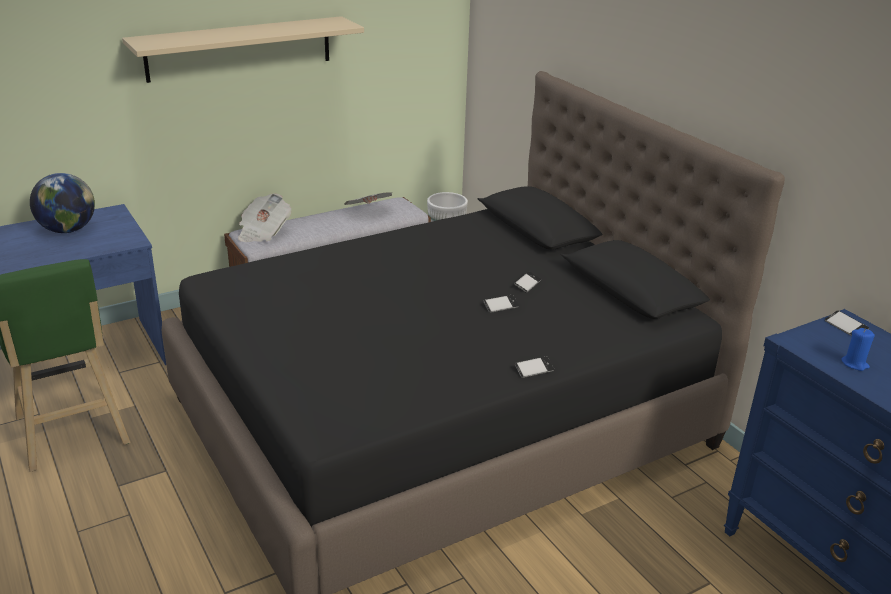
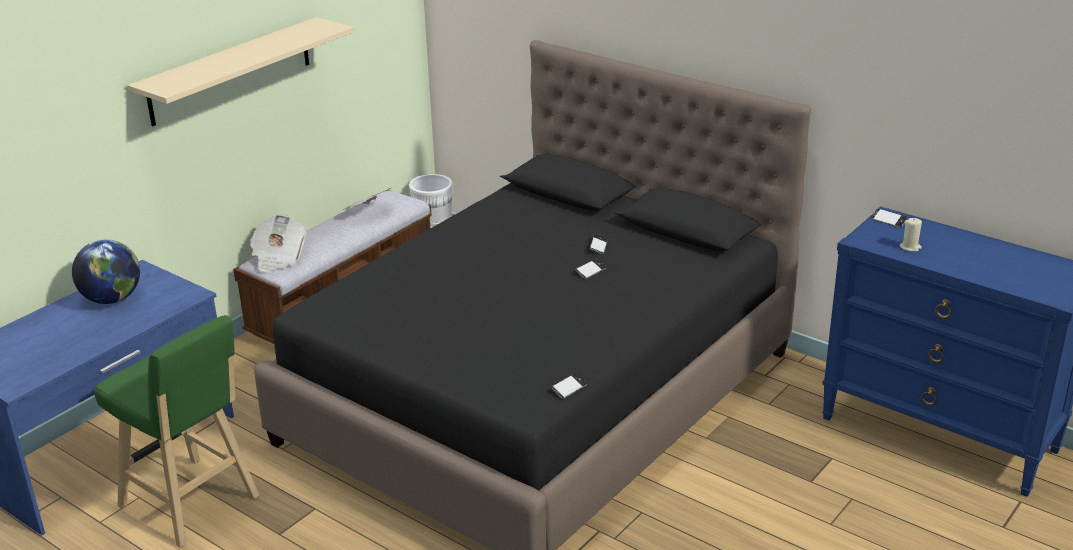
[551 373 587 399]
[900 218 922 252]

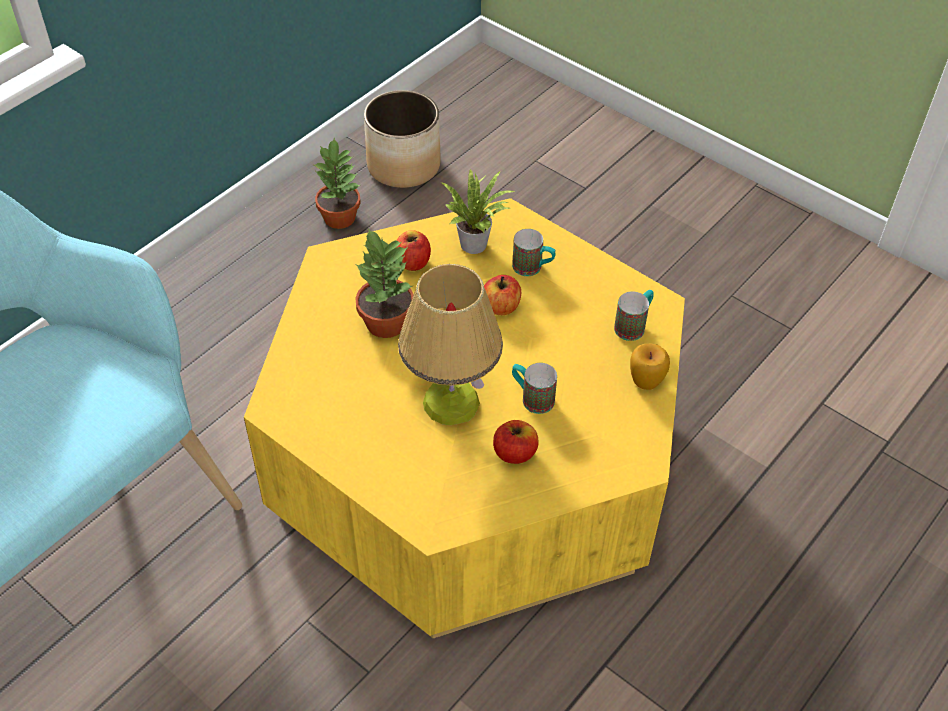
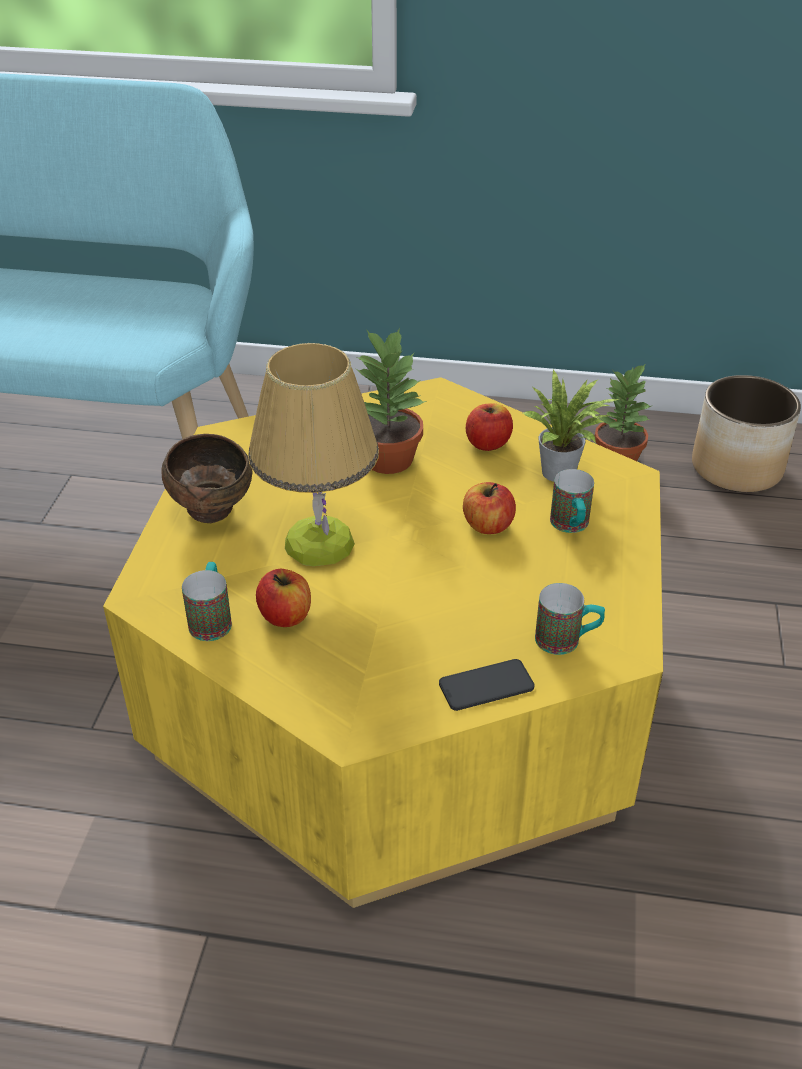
[162 434 252 523]
[182 562 232 641]
[439 659 535 711]

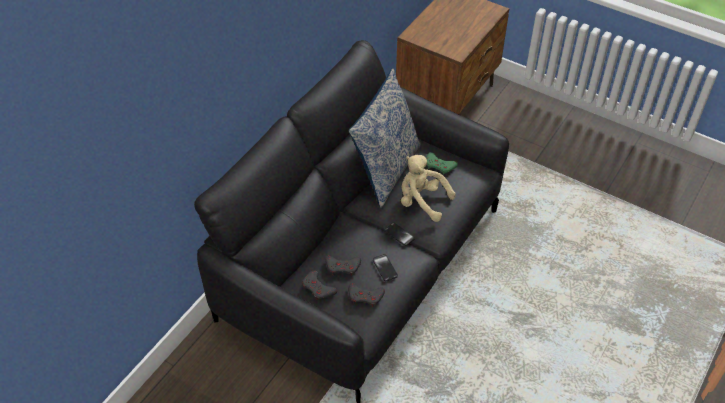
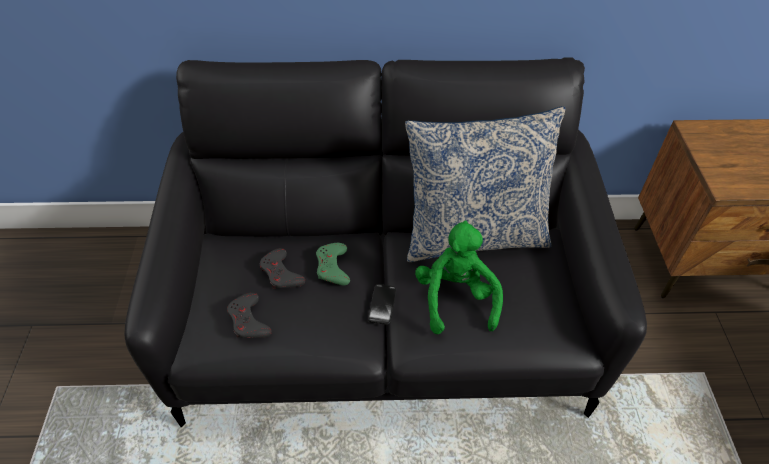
[316 243 350 285]
[415 220 503 334]
[302 270 337 300] (first image)
[373 254 398 281] (first image)

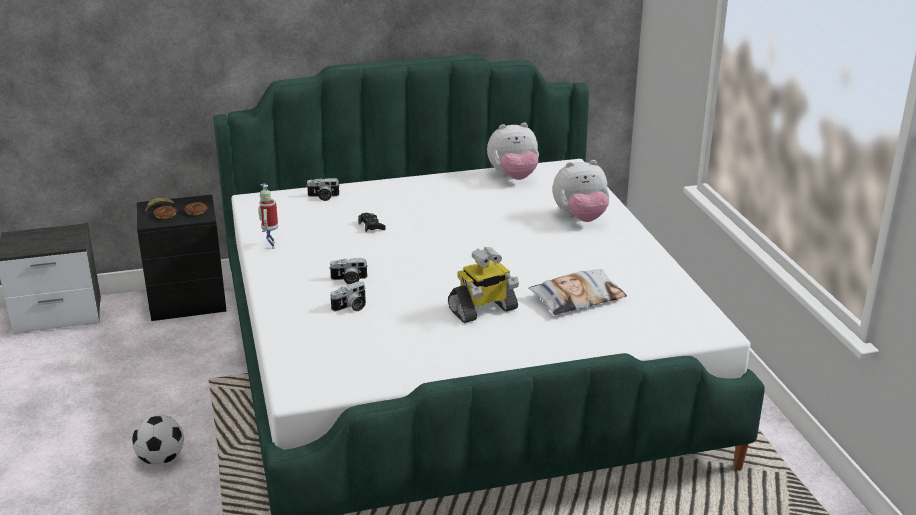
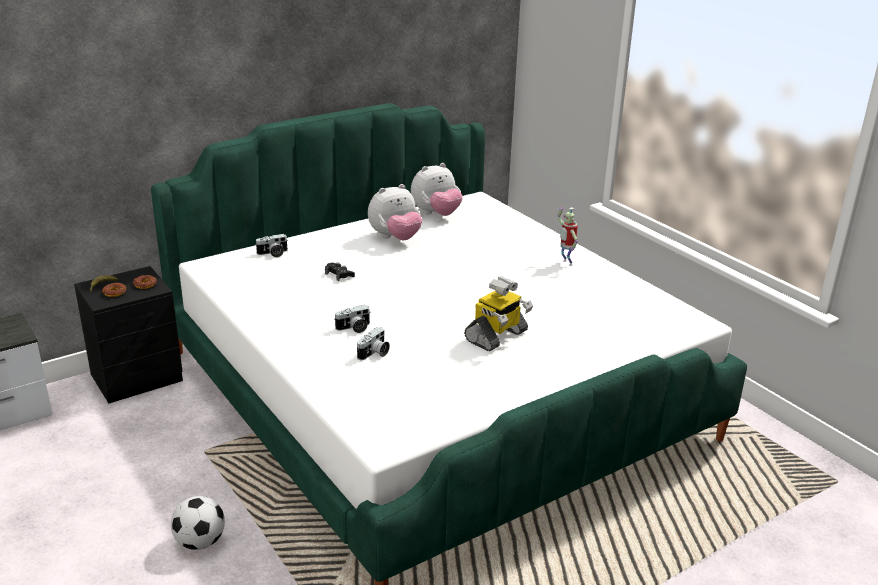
[368 184 422 240]
[557 207 578 266]
[528 269 627 315] (first image)

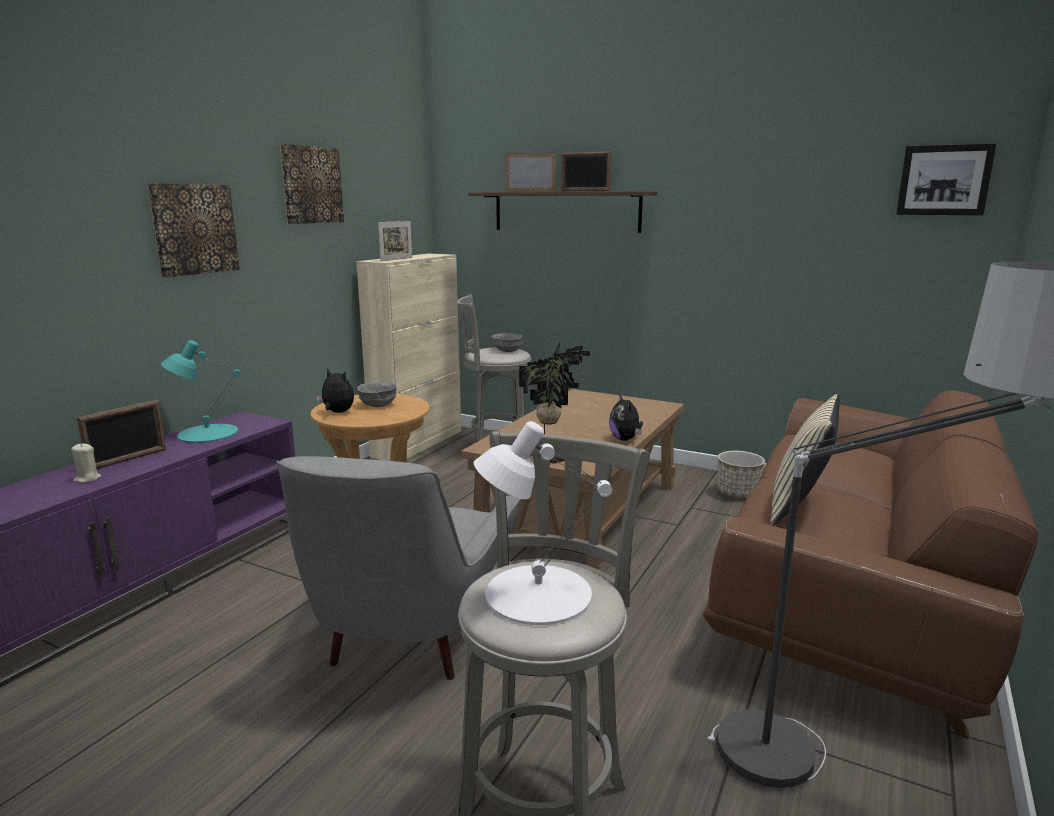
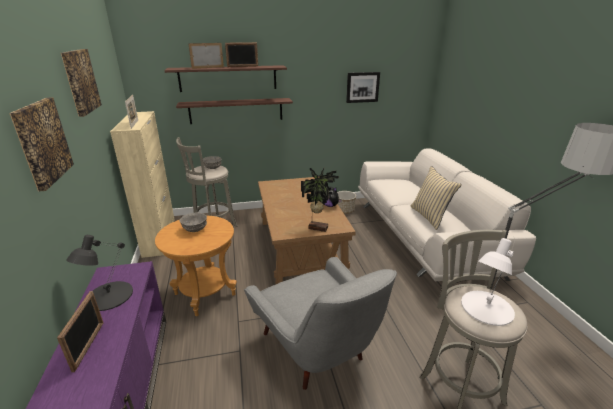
[66 235 133 311]
[176 98 293 124]
[346 72 380 103]
[358 148 536 281]
[72 443 101 483] (first image)
[316 369 354 413] (first image)

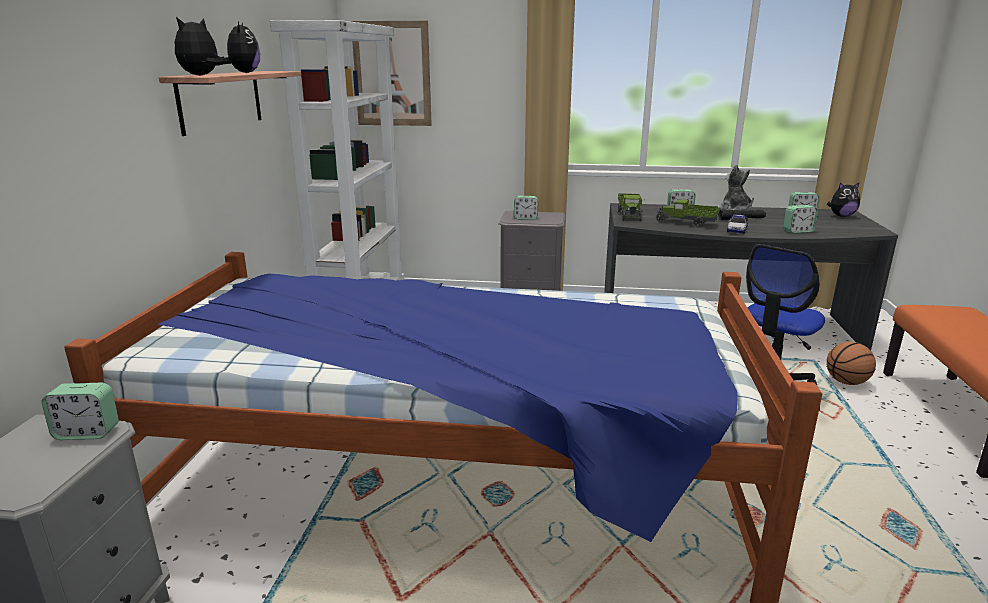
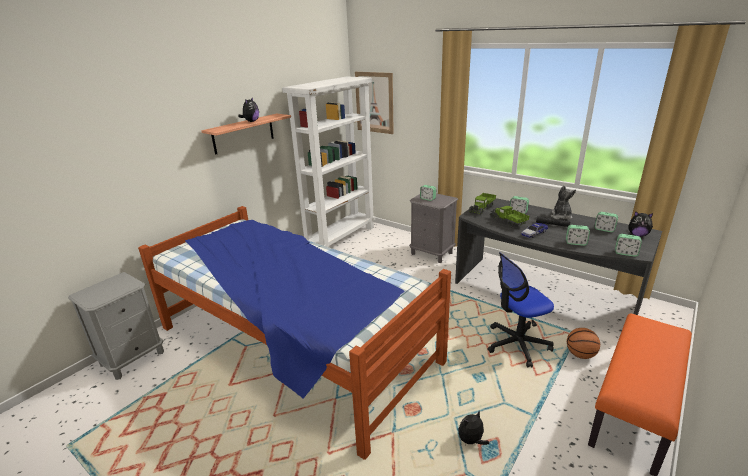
[458 412 489 445]
[615 234 642 257]

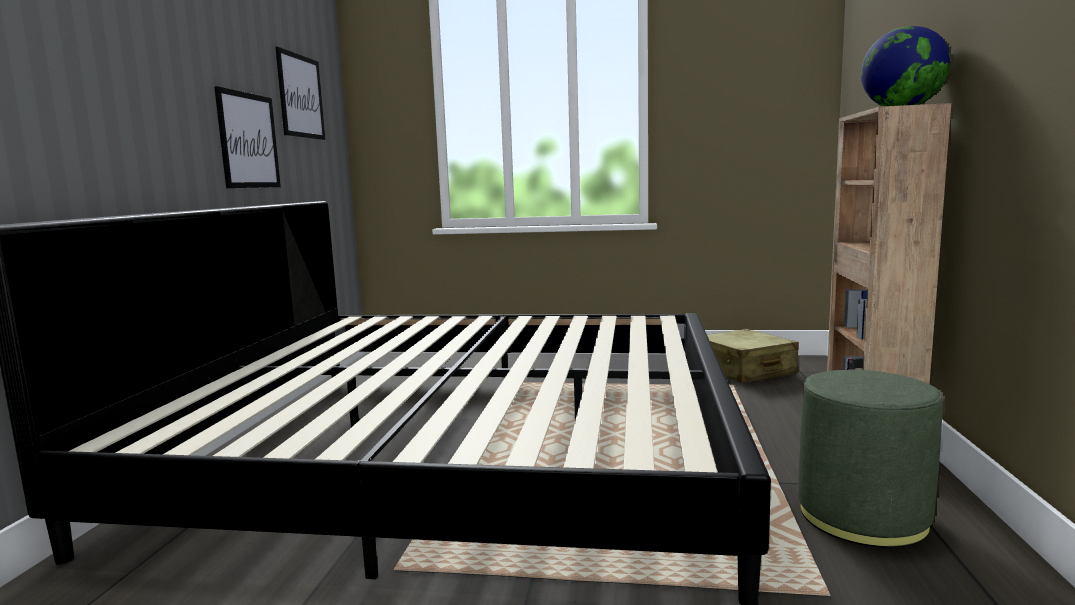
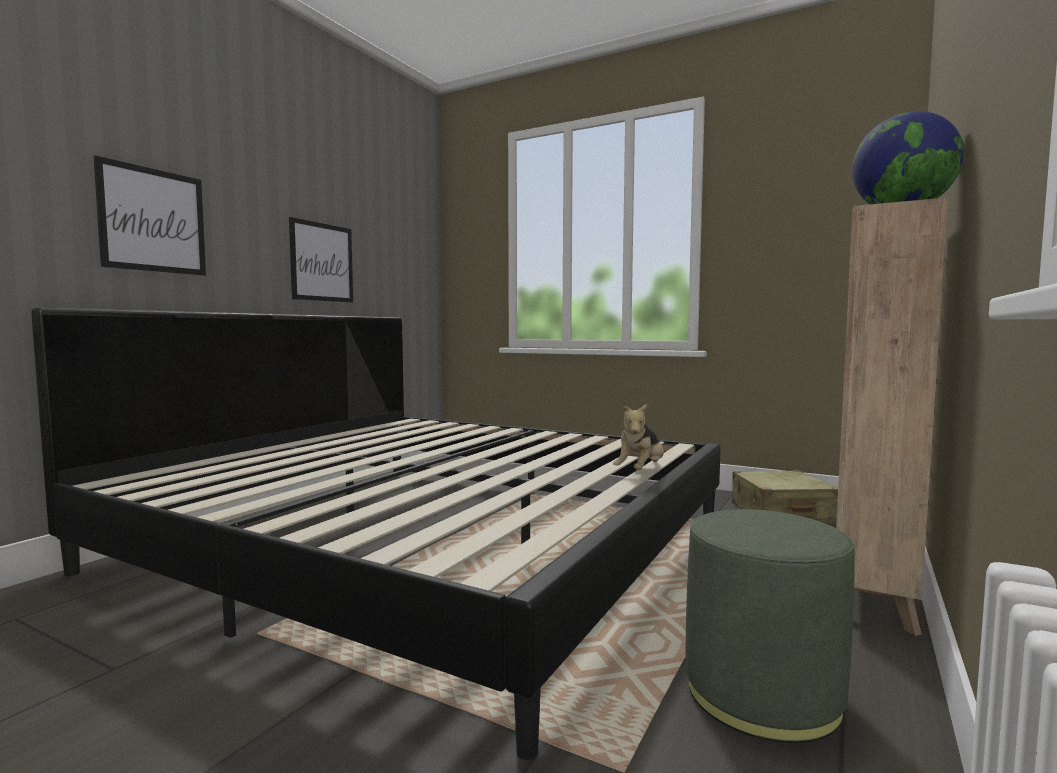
[93 155 206 276]
[613 404 664 470]

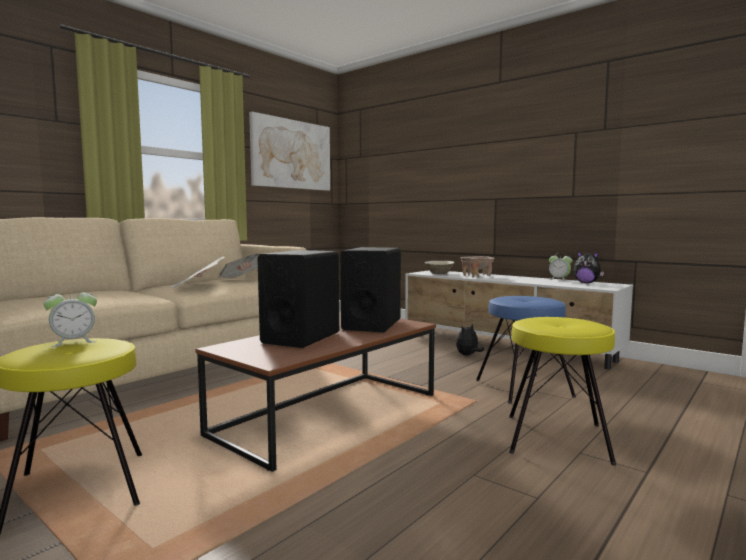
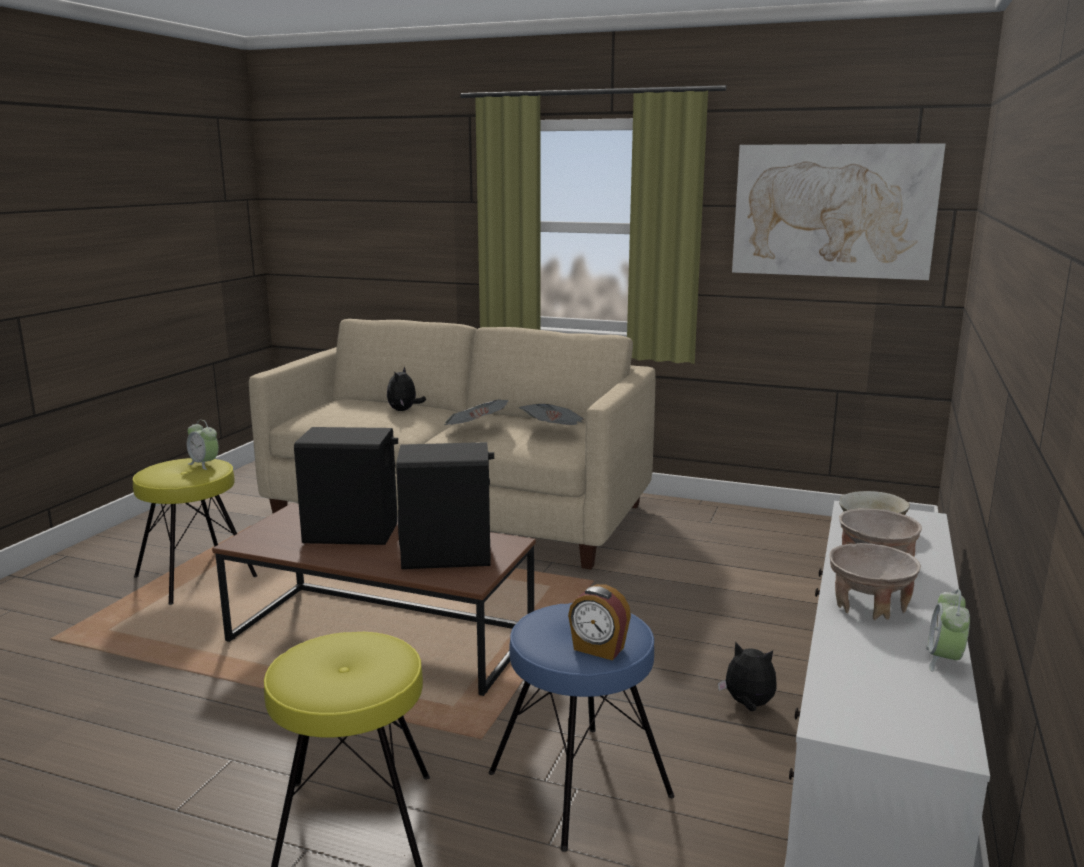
[387 367 426 411]
[568 584 631 661]
[829 543 921 621]

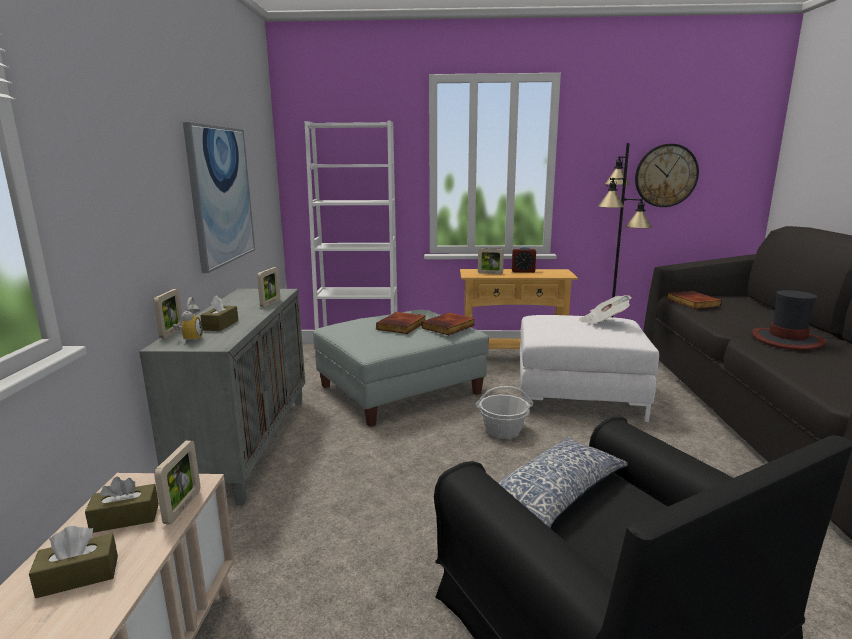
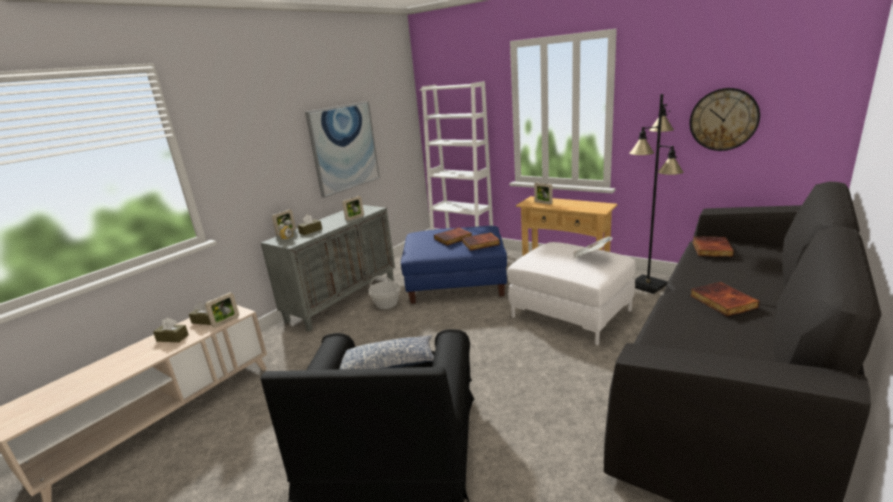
[368 276 401 309]
[401 226 507 304]
[690 282 760 316]
[512 246 536 273] (first image)

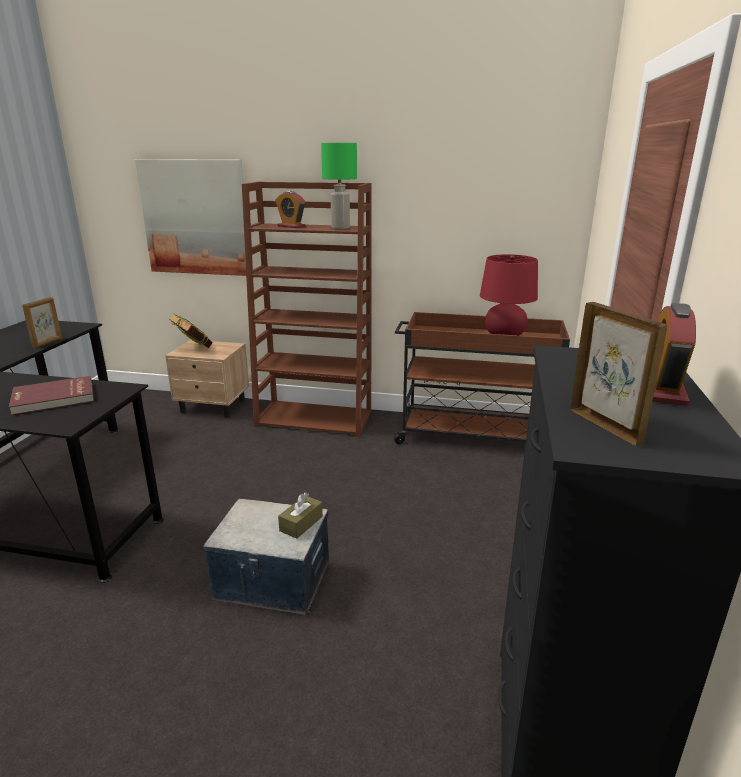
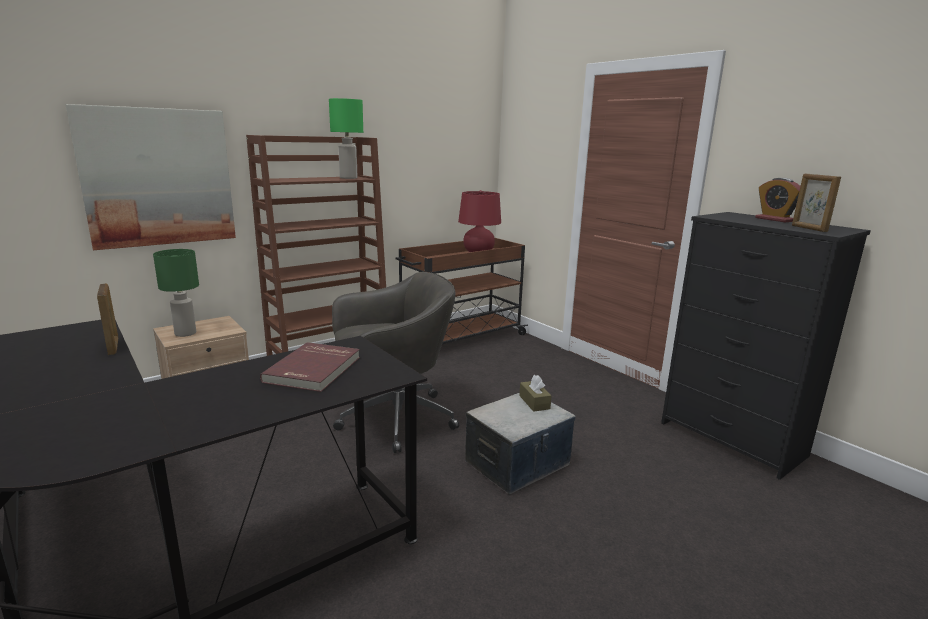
[153 249 199 337]
[332 272 459 453]
[792 174 841 232]
[275 191 306 228] (first image)

